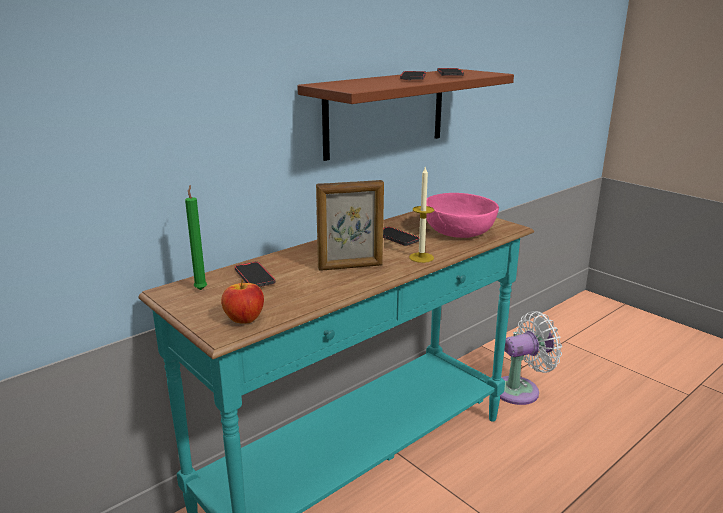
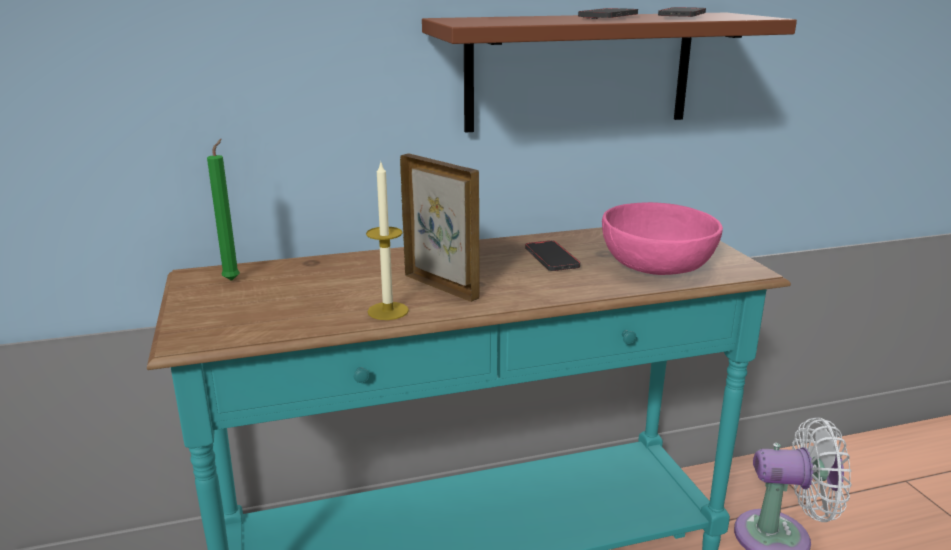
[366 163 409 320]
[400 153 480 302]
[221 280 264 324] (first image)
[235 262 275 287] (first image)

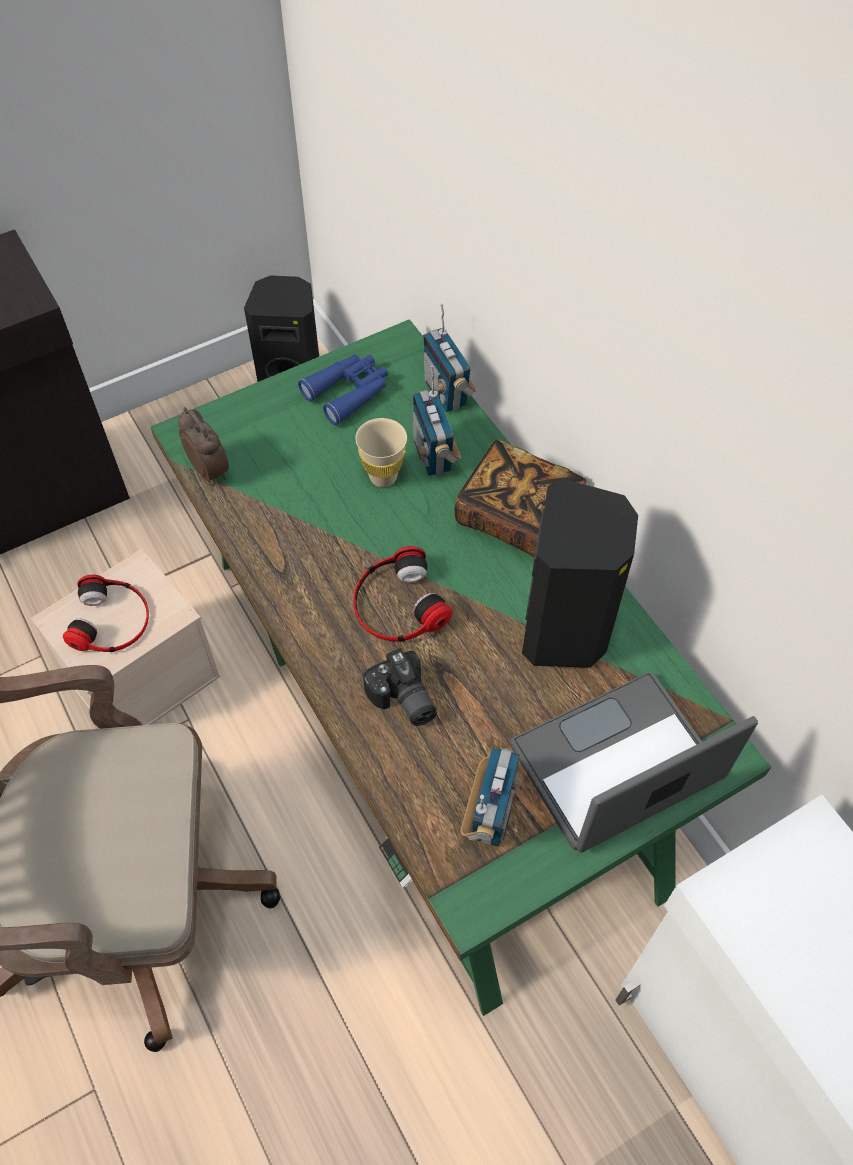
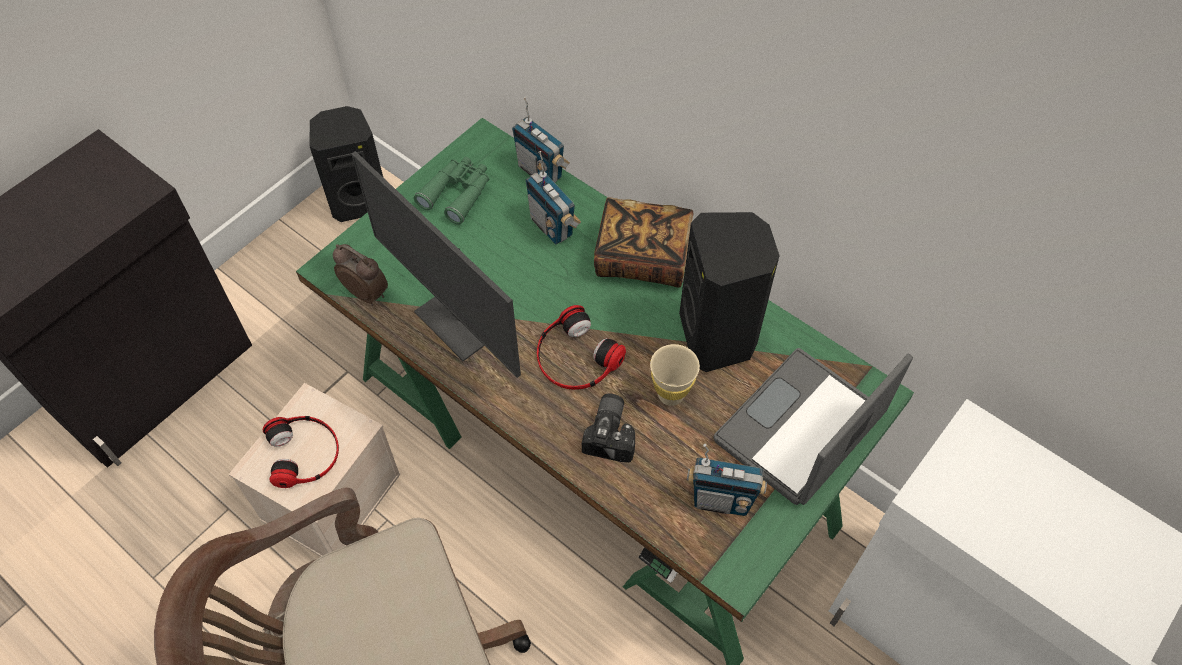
[351 151 521 378]
[414 157 489 225]
[582 394 635 462]
[650 344 700 406]
[687 444 767 516]

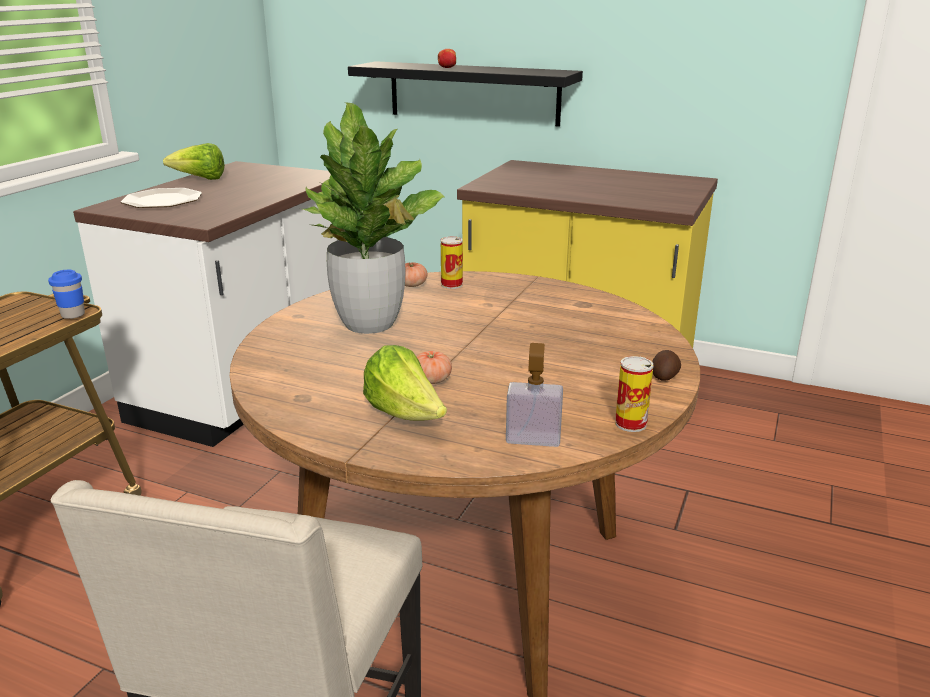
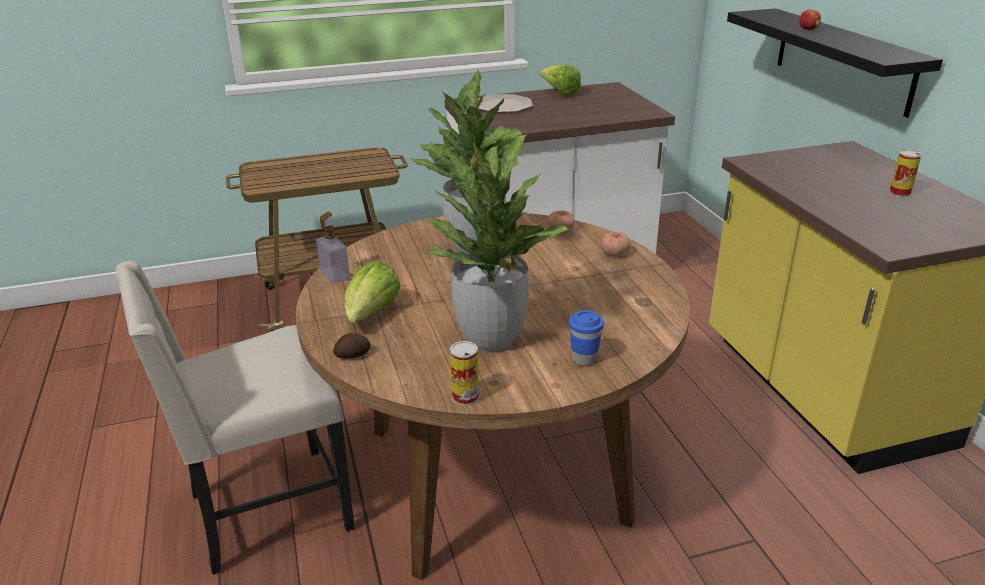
[316 212 350 283]
[333 333 371 358]
[422 135 569 351]
[569 310 604 366]
[601 232 630 256]
[889 149 922 197]

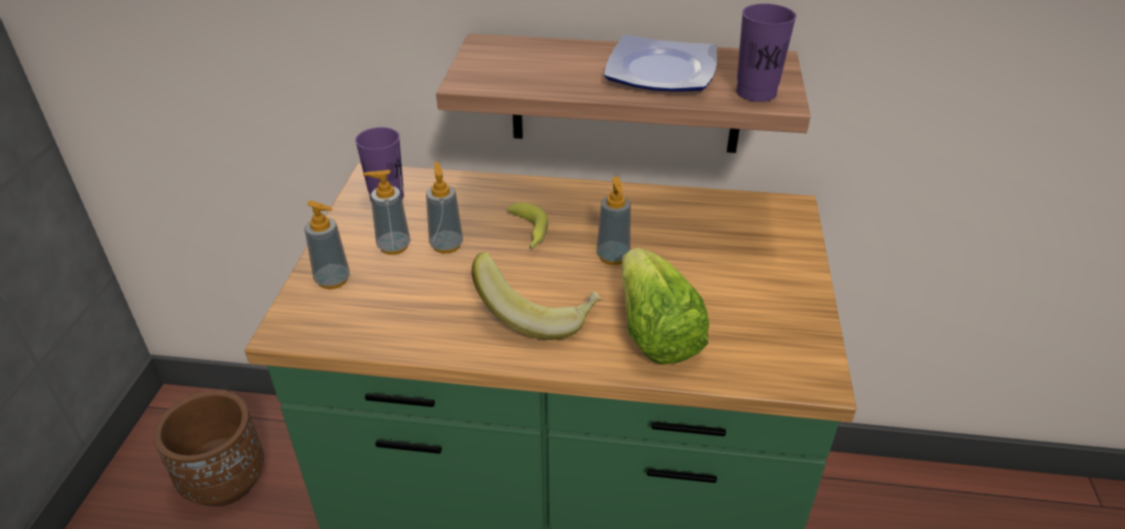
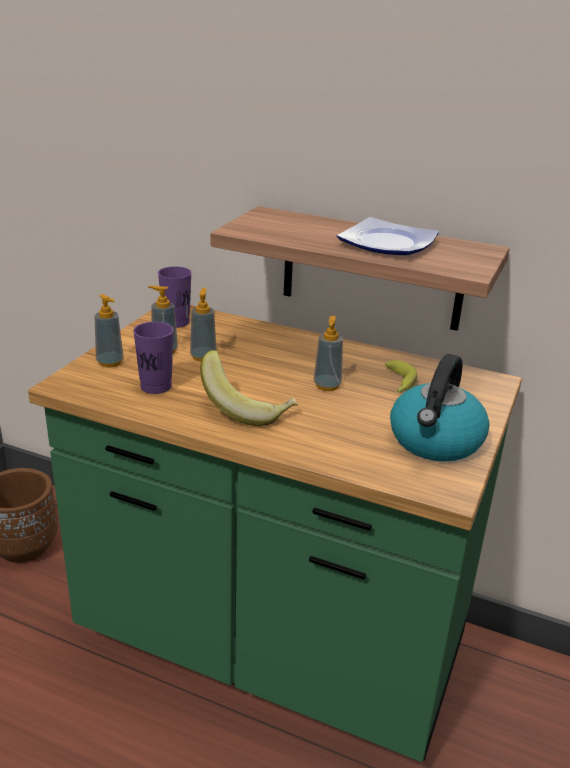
[133 322 174 394]
[385 360 417 393]
[390 354 490 461]
[622 248 709 364] (first image)

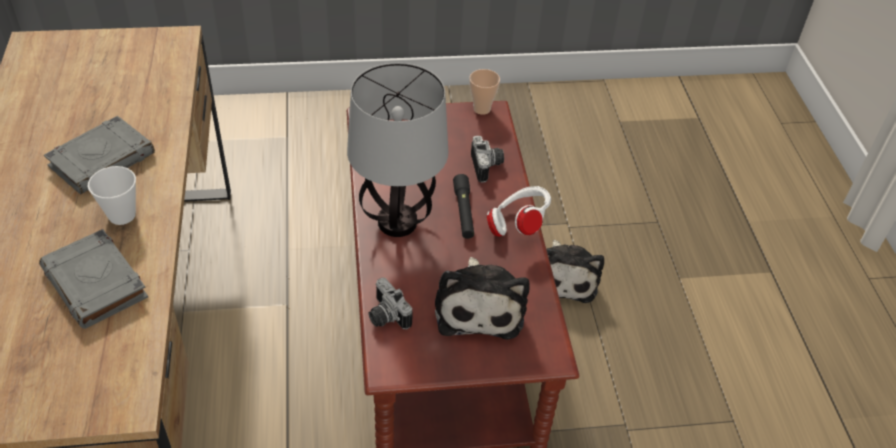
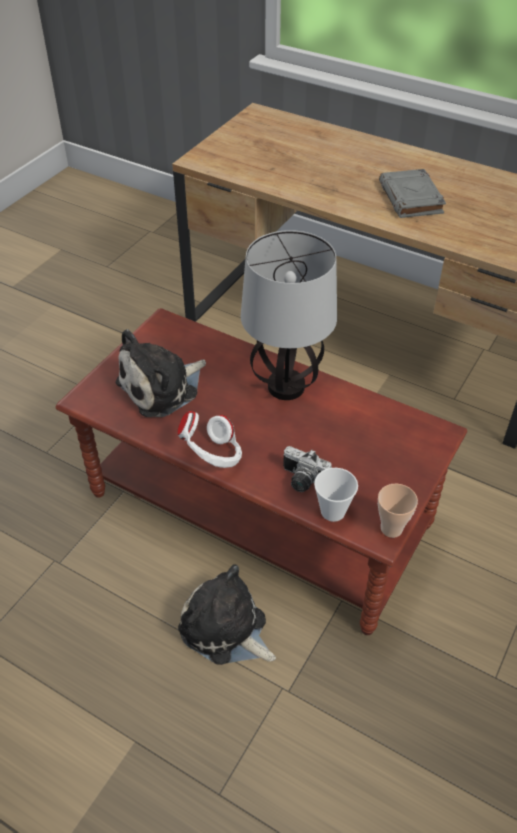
[115 329 206 417]
[314 468 358 522]
[39 229 148 329] (first image)
[368 277 413 329] (first image)
[453 174 474 239] (first image)

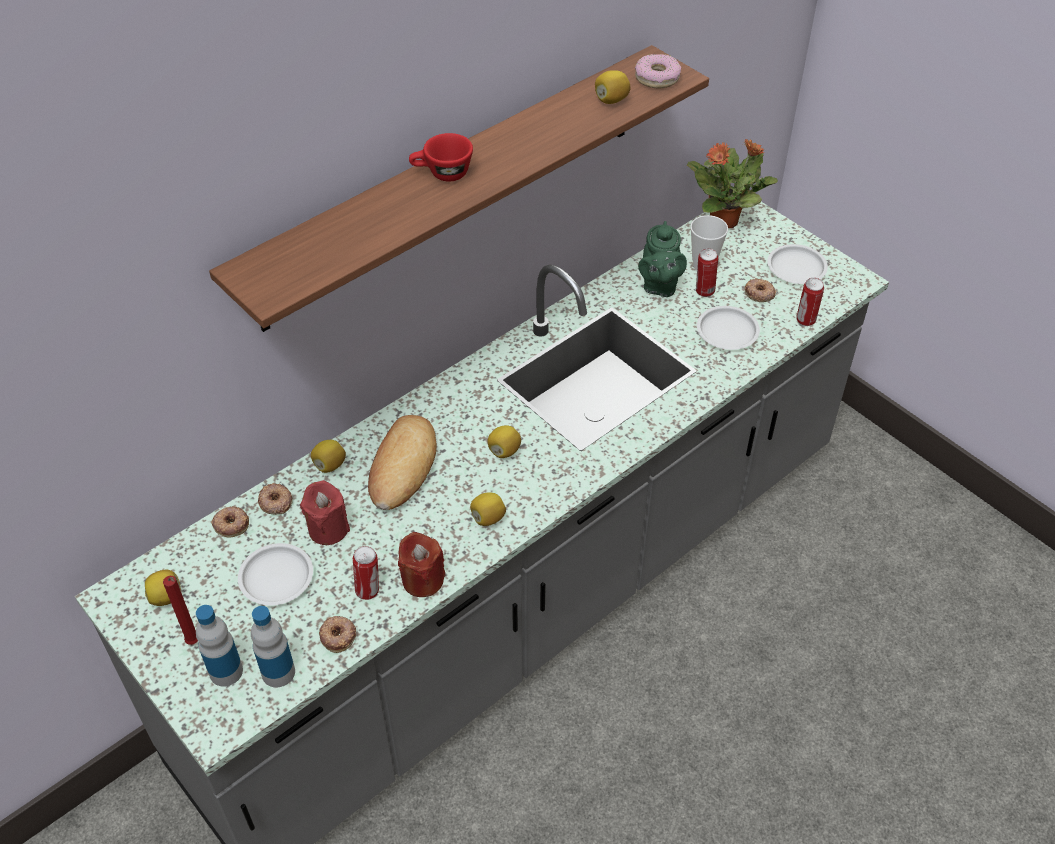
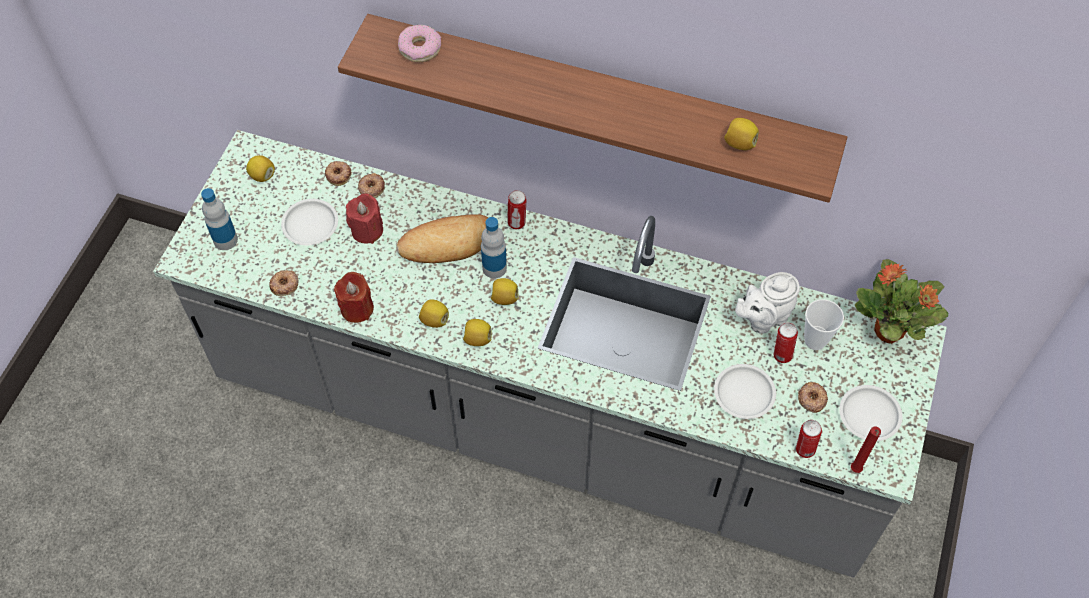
[398 25 441 62]
[463 319 492 346]
[481 217 507 278]
[507 190 527 229]
[735 272 800 334]
[851 426 881 473]
[409 133 473 182] (first image)

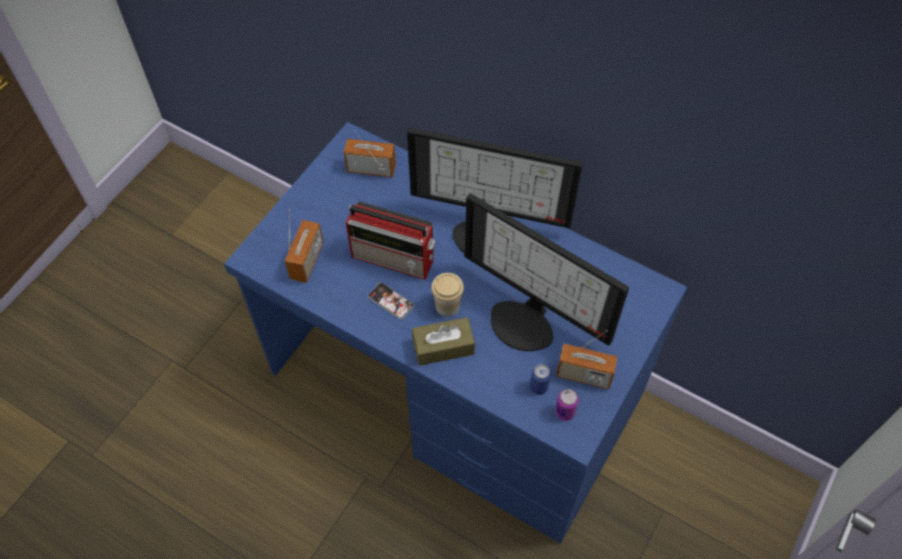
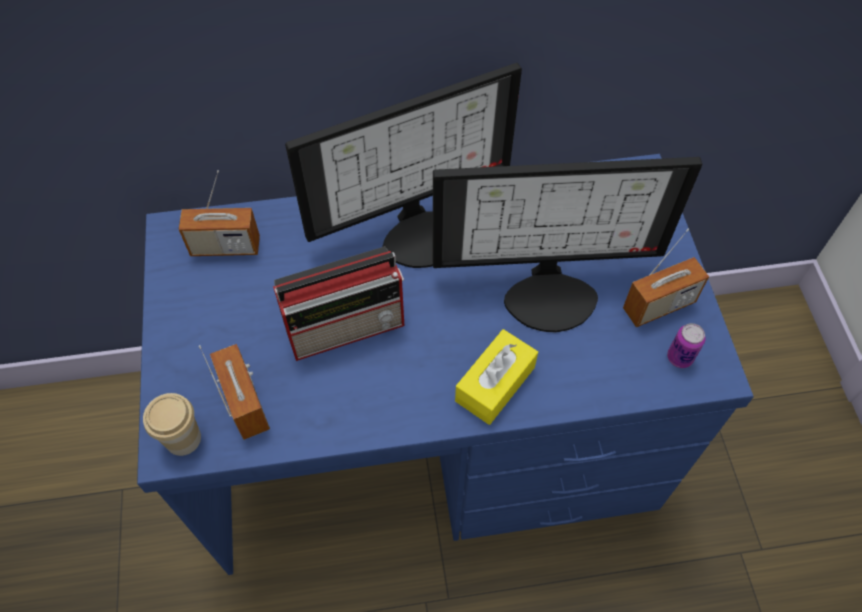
[143 393 201 456]
[179 170 260 256]
[455 329 538 425]
[368 283 414 320] (first image)
[530 364 551 395] (first image)

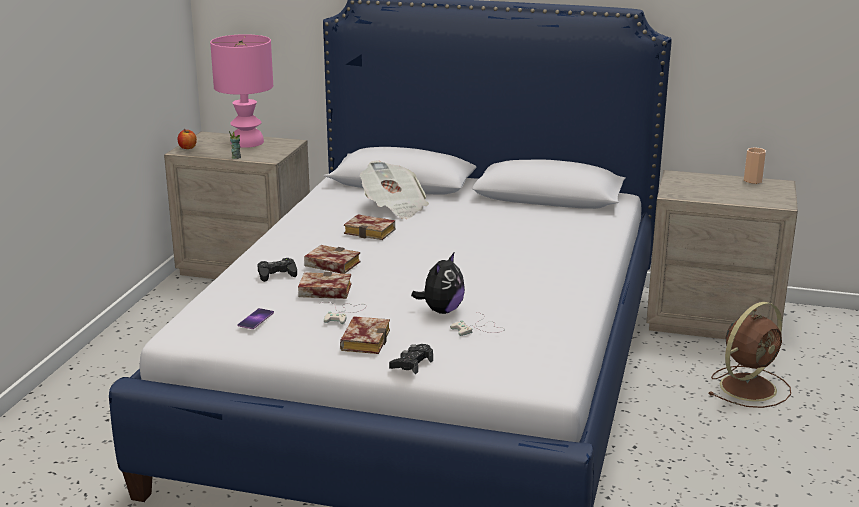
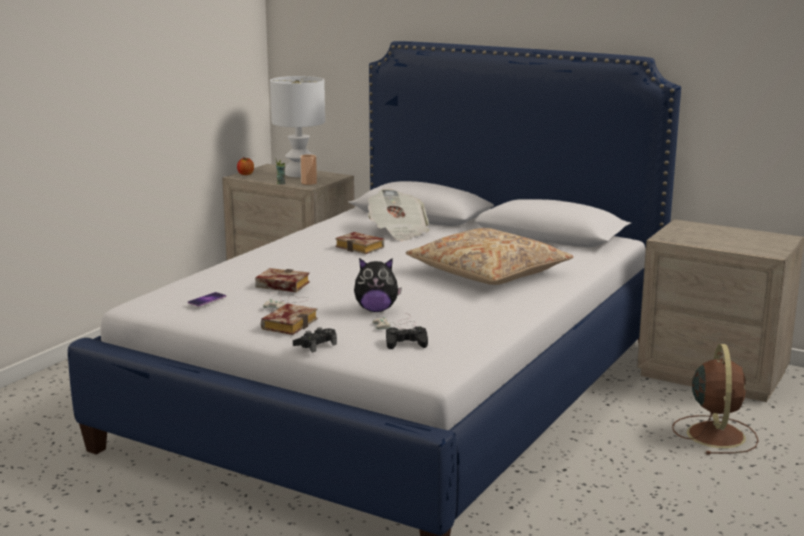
[270 76 325 177]
[300 154 317 185]
[354 258 402 312]
[386 327 428 349]
[406 228 573 285]
[672 344 759 455]
[304 245 361 274] (first image)

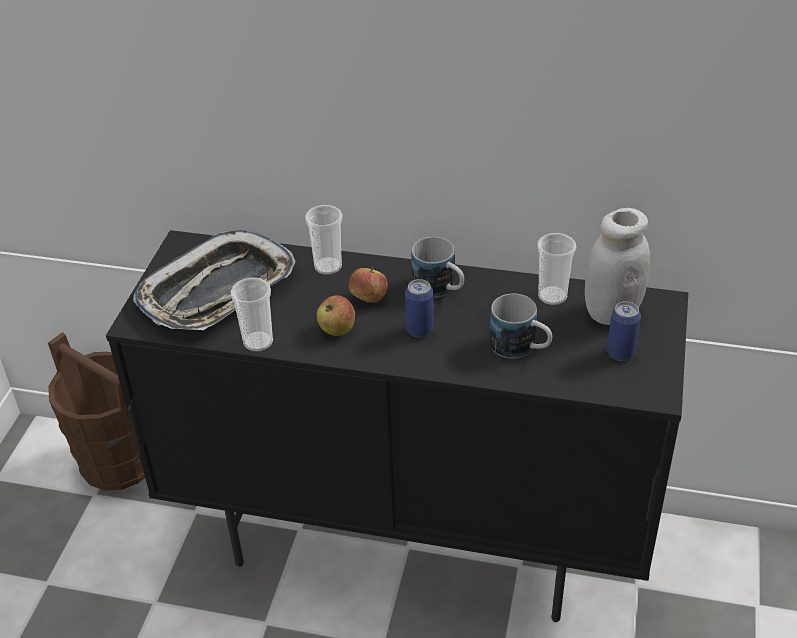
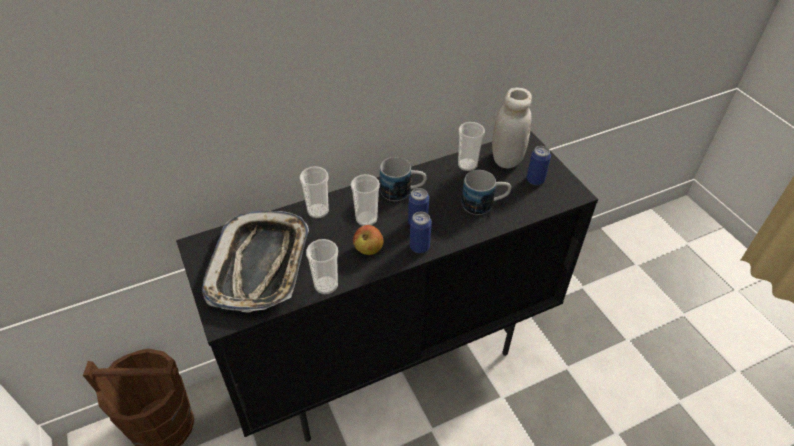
[351 174 380 226]
[410 212 432 253]

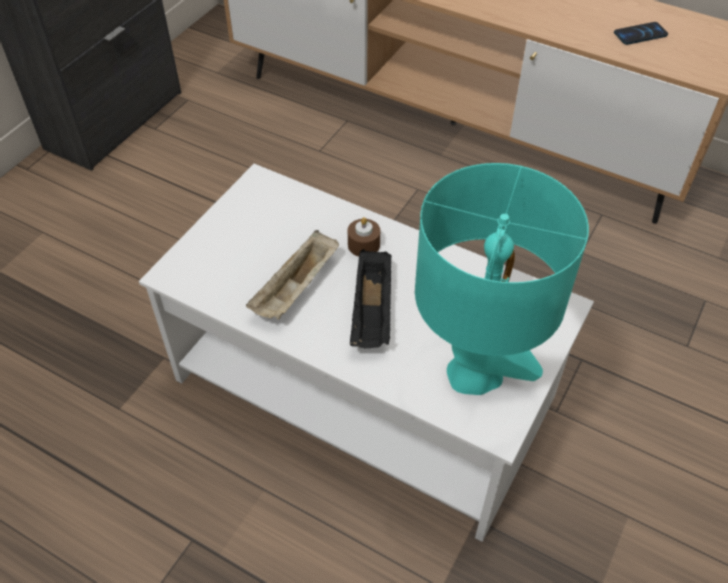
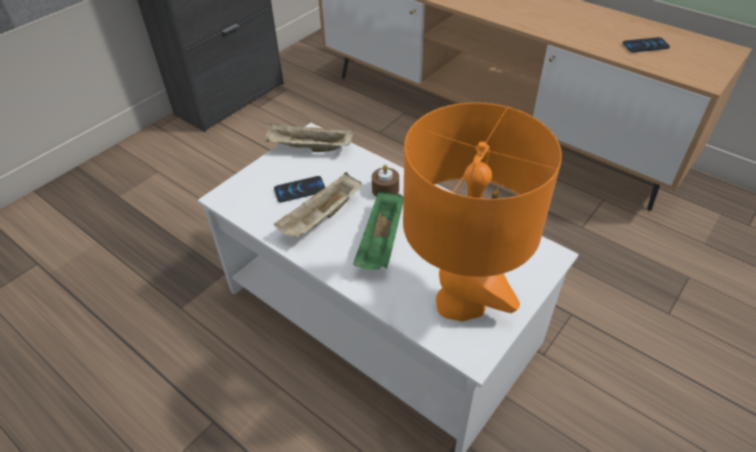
[266 124 354 152]
[274 176 325 202]
[353 190 403 270]
[403 102 562 321]

